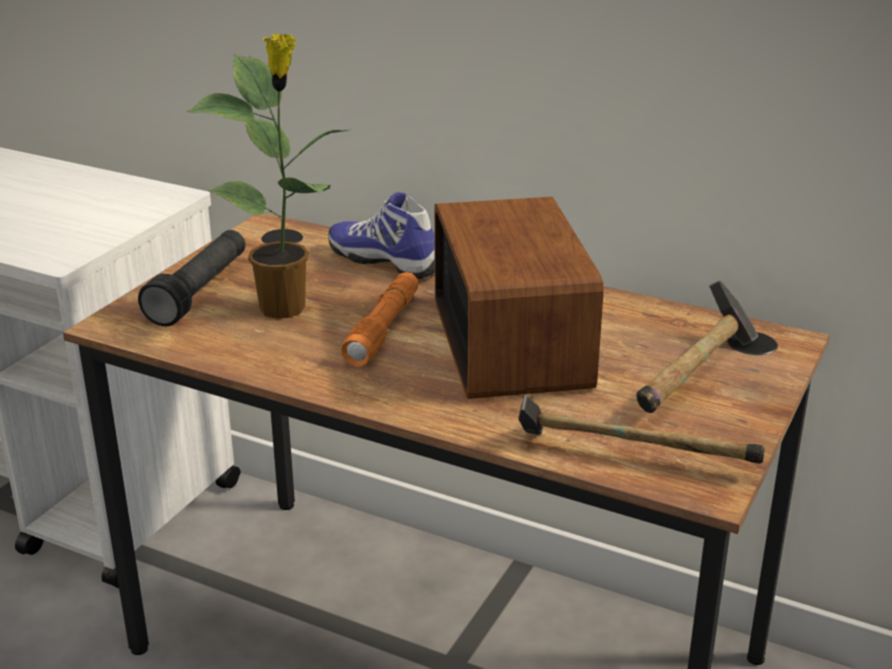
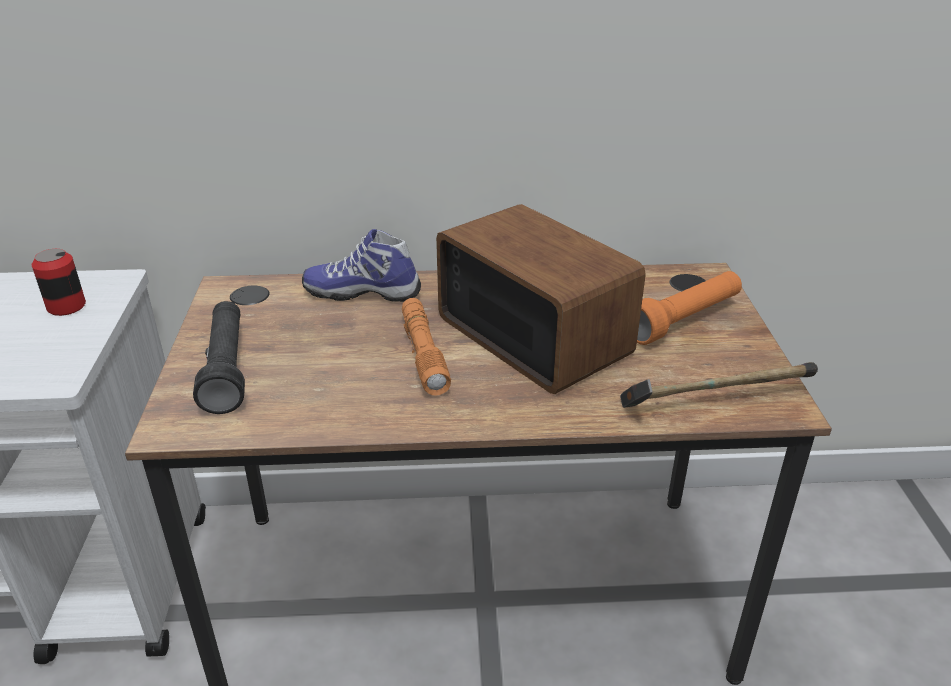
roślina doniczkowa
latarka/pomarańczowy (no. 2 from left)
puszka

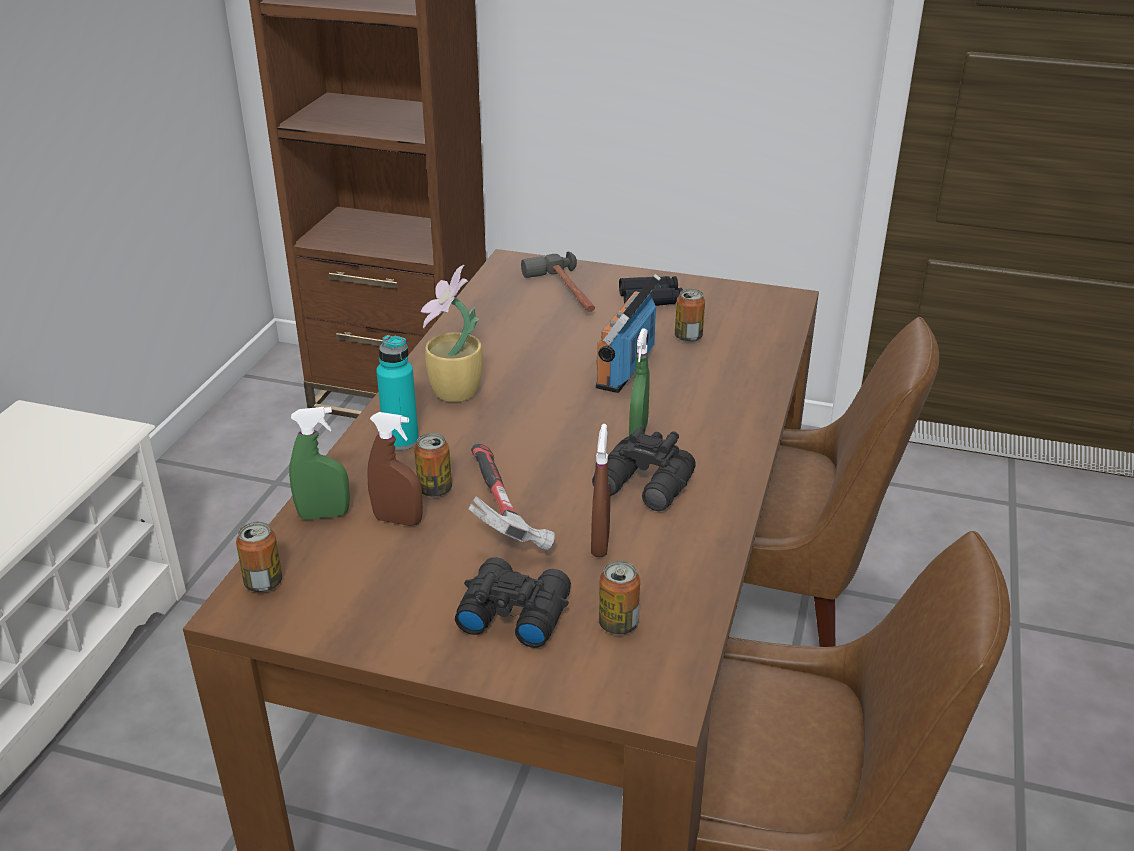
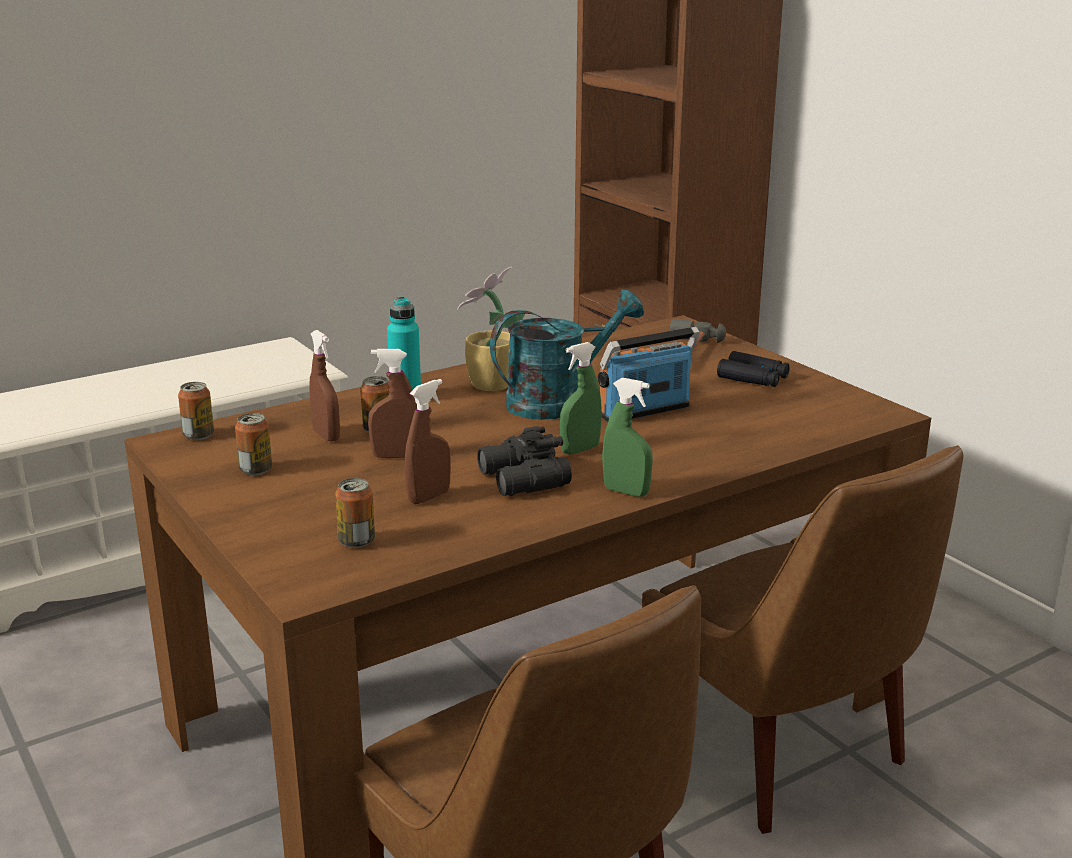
spryskiwacz/zielony (no. 2 from left)
lornetka/czarny (no. 1 from left in the first image)
spryskiwacz/brązowy (no. 2 from left)
puszka (no. 2 from left)
konewka/turkusowy

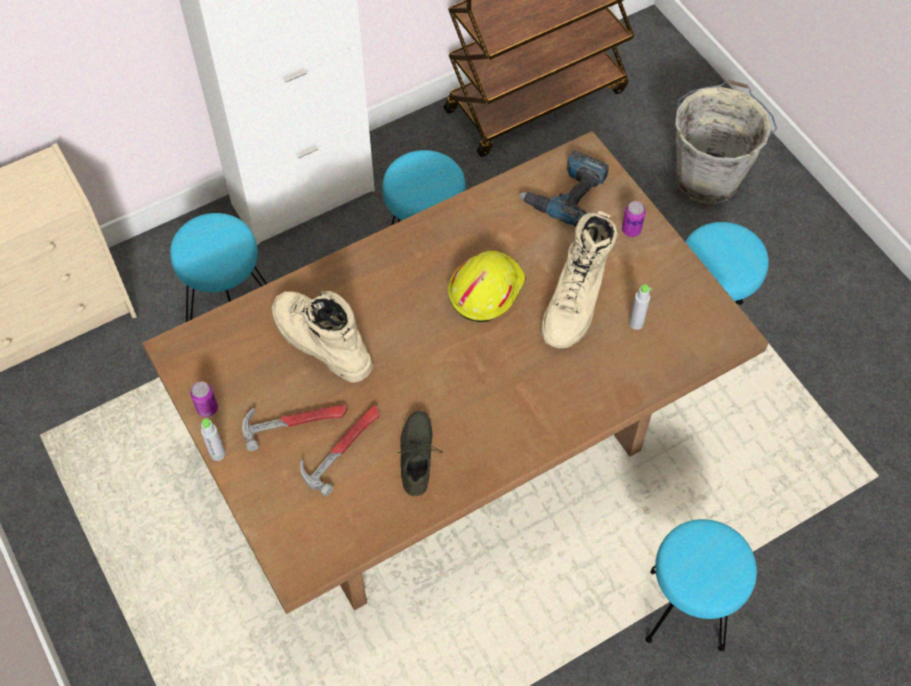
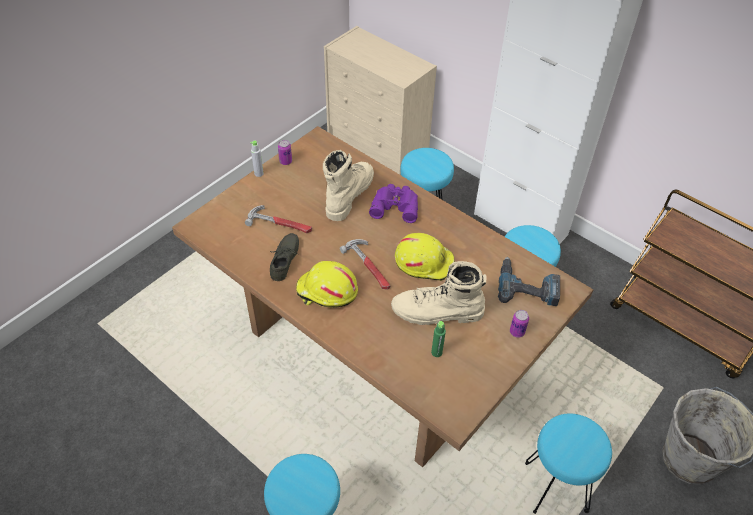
młotek (no. 2 from left)
but/szary
butelka/zielony
kask/żółty (no. 1 from left)
lornetka/fioletowy

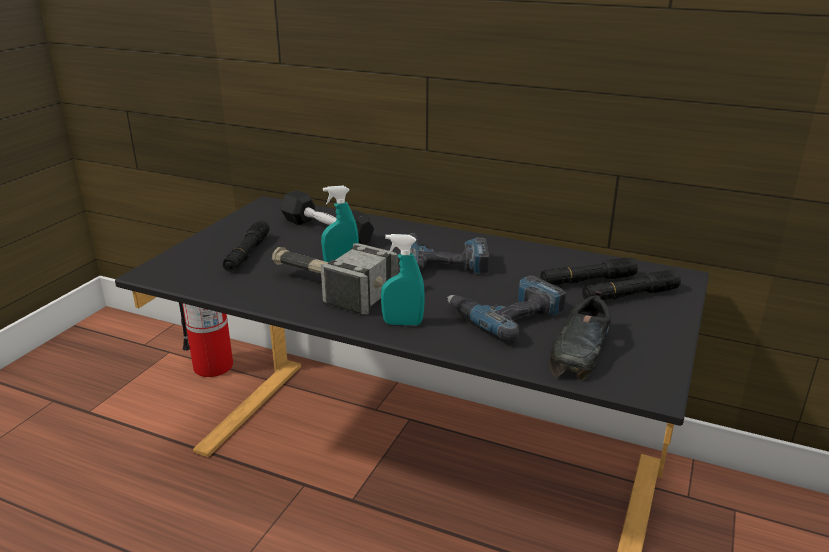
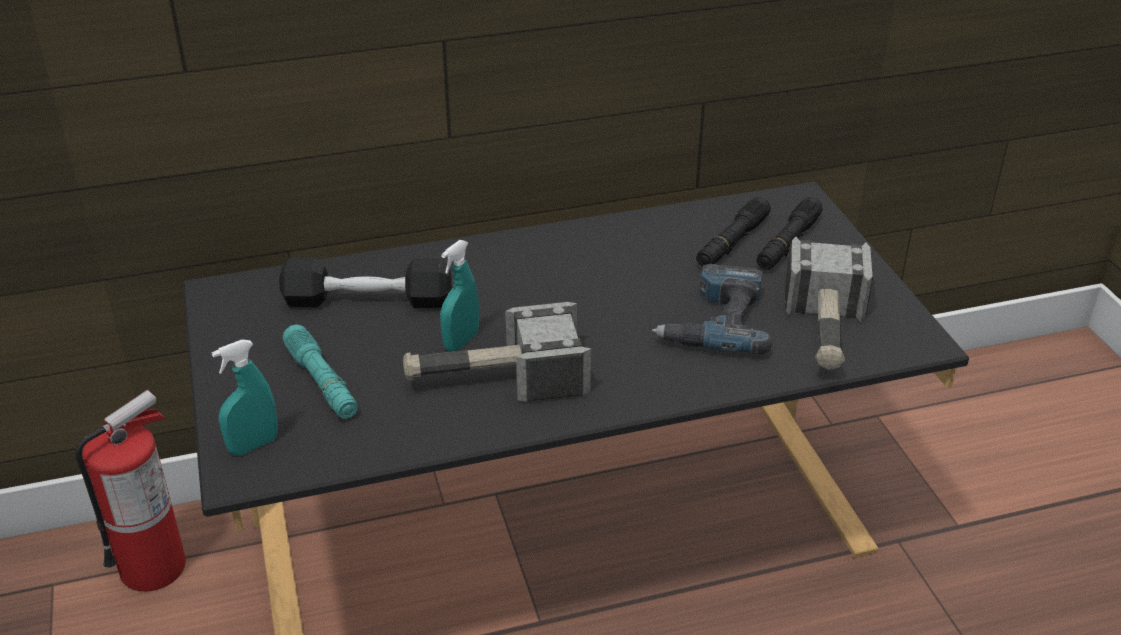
latarka/turkusowy
spryskiwacz/turkusowy (no. 1 from left)
wiertarka (no. 1 from left in the first image)
młotek (no. 2 from left)

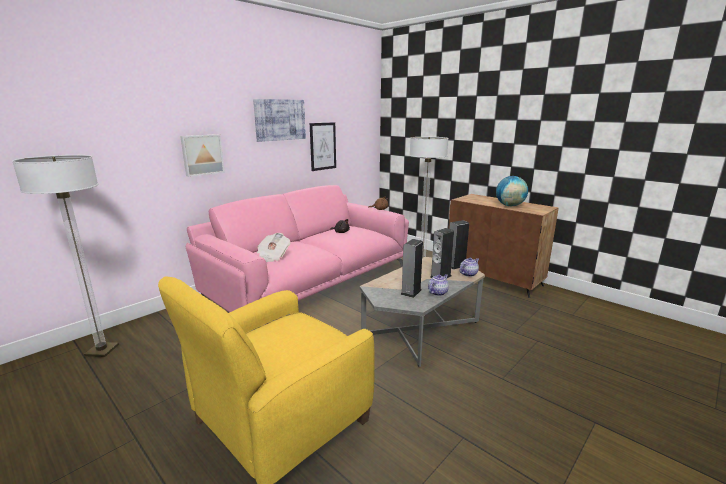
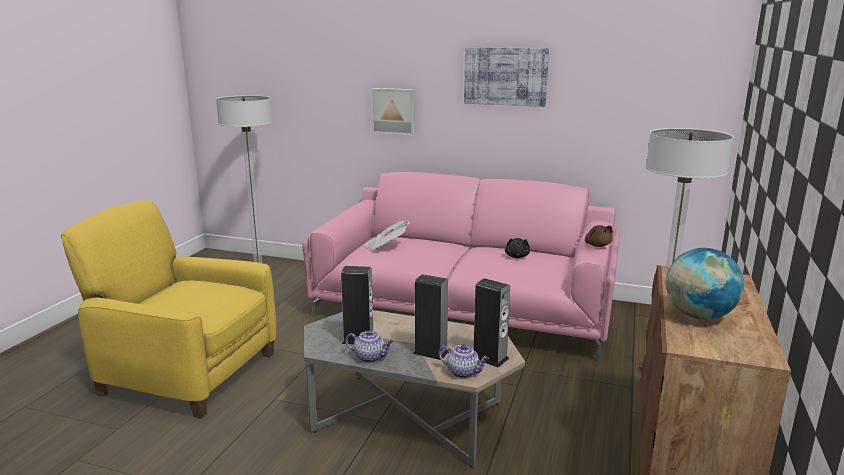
obraz (no. 3 from left in the first image)

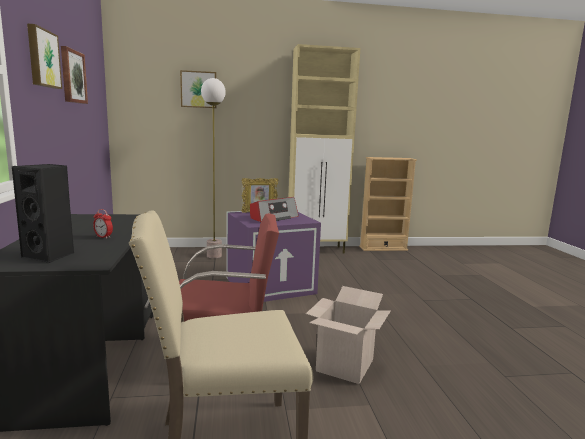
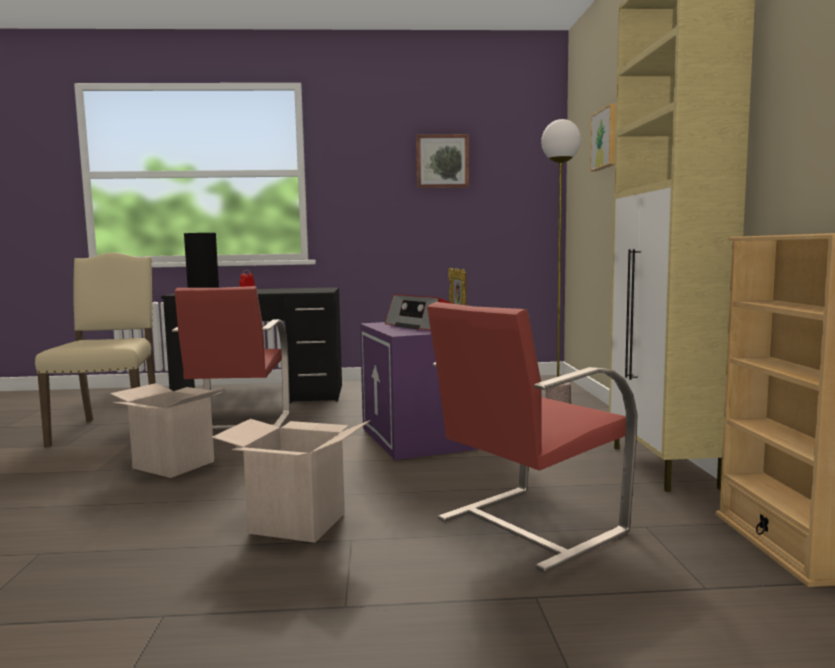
obraz (no. 1 from left in the first image)
karton (no. 2 from left)
krzesło/czerwony (no. 2 from left)

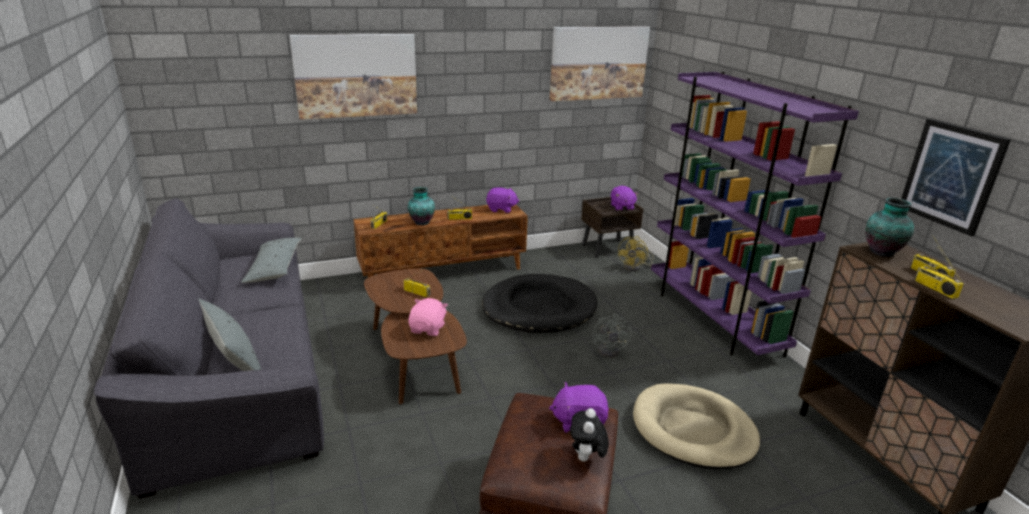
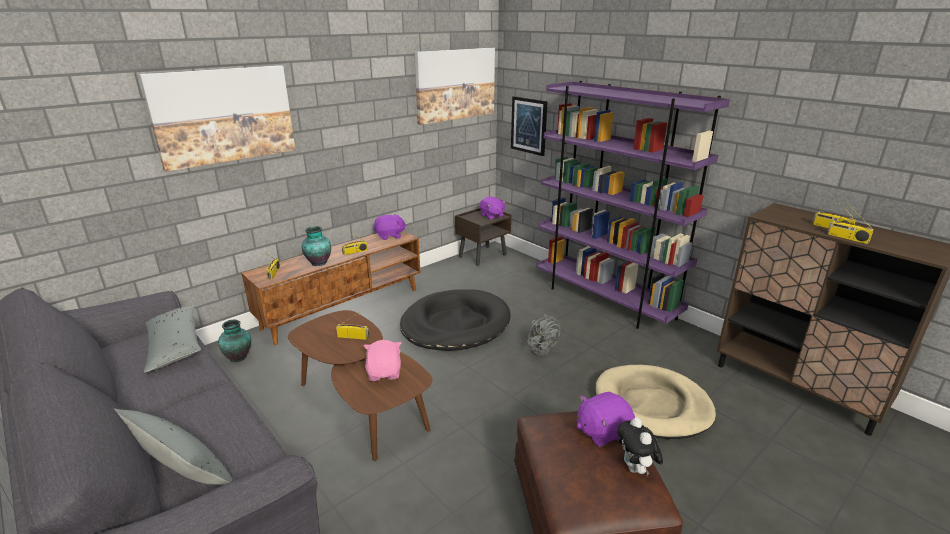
wentylator/żółty
wazon (no. 1 from left)
obraz (no. 3 from left)

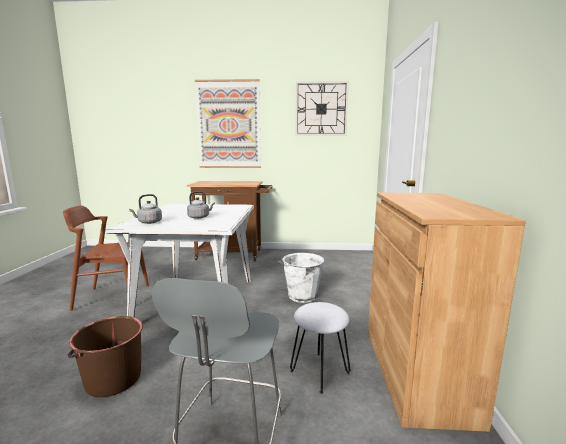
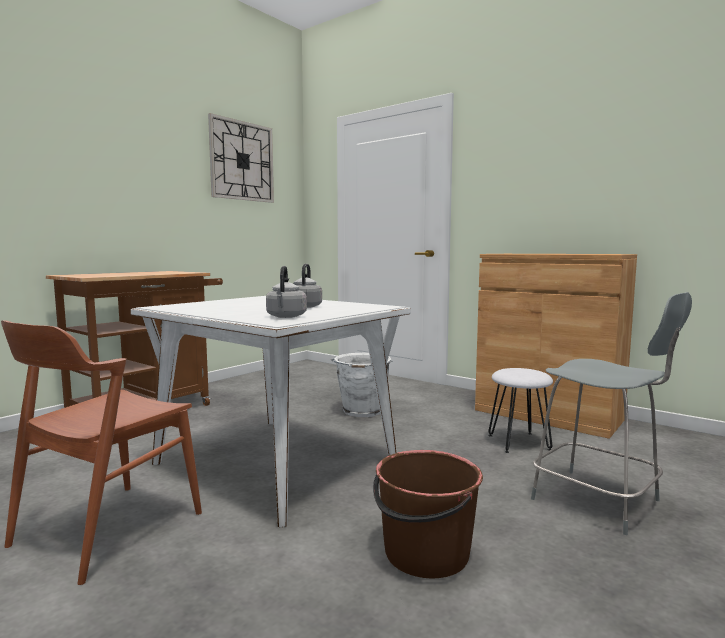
obraz

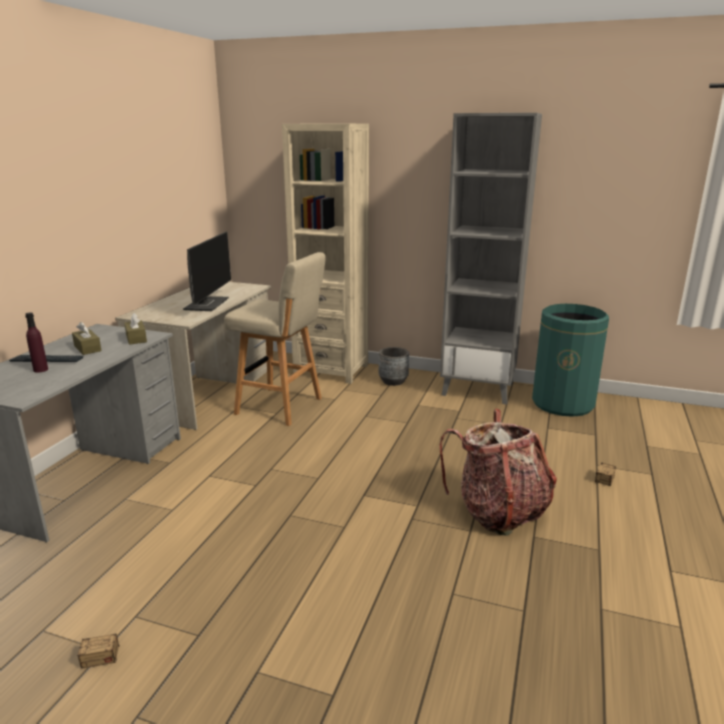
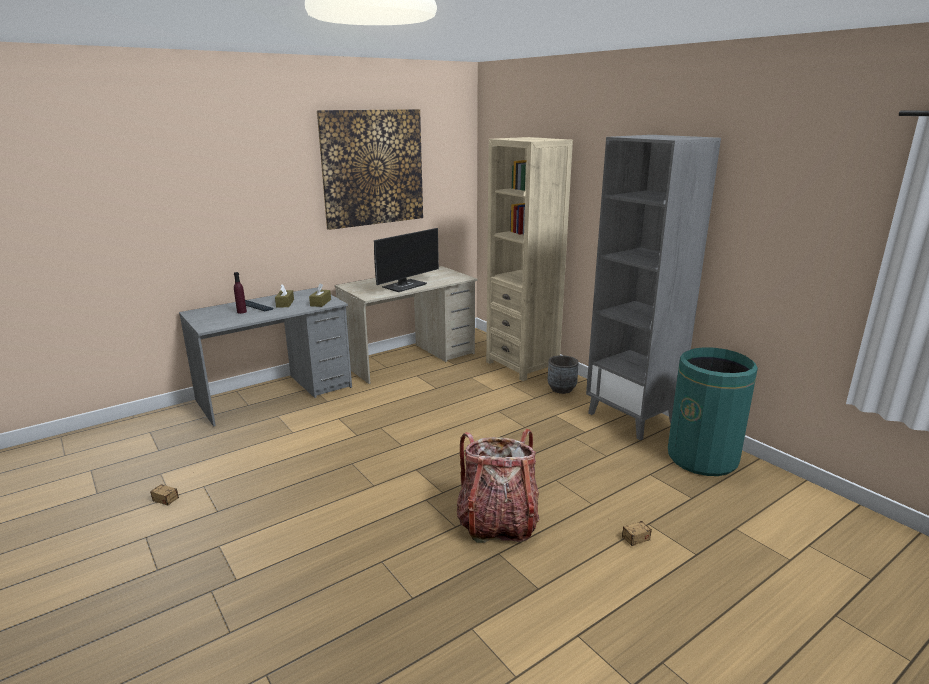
stołek/beżowy
obraz

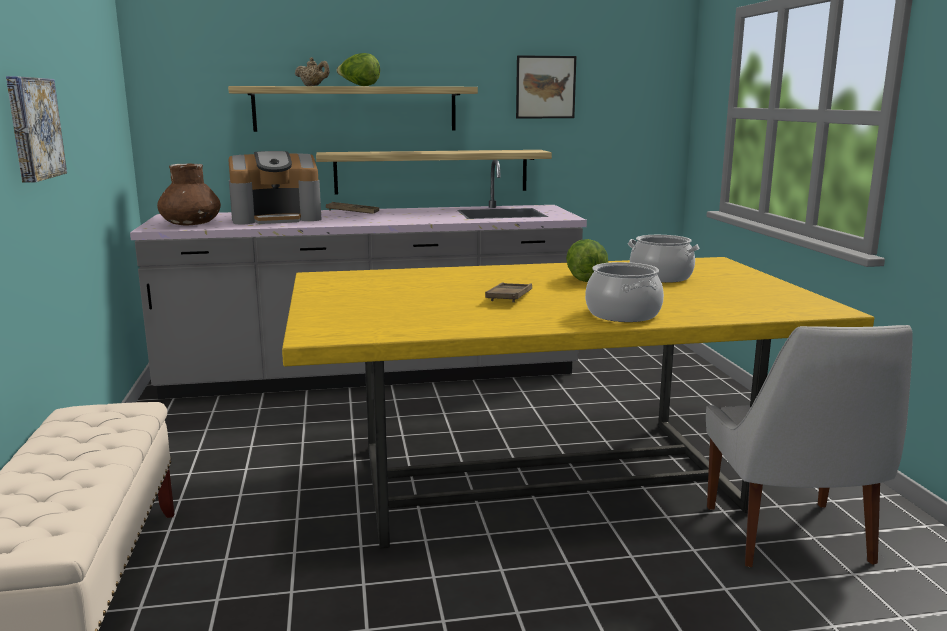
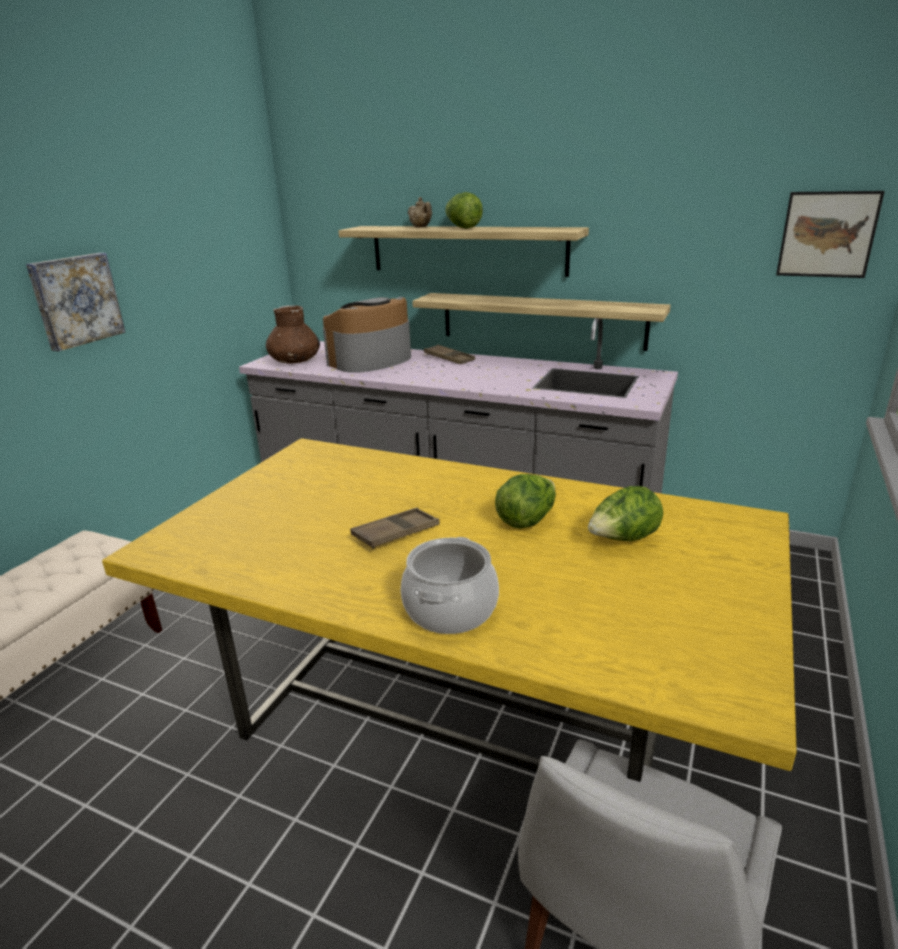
ekspres do kawy
obraz (no. 2 from left)
sałata (no. 3 from left)

